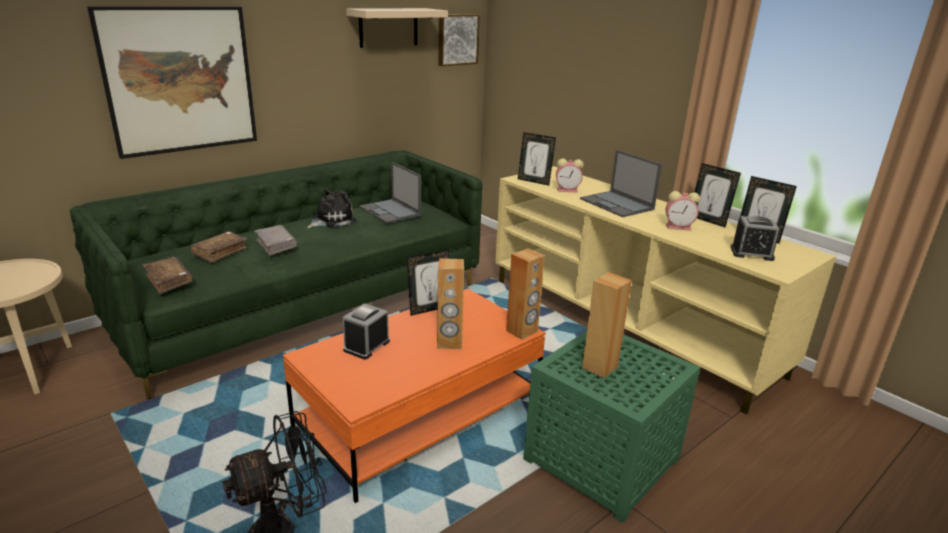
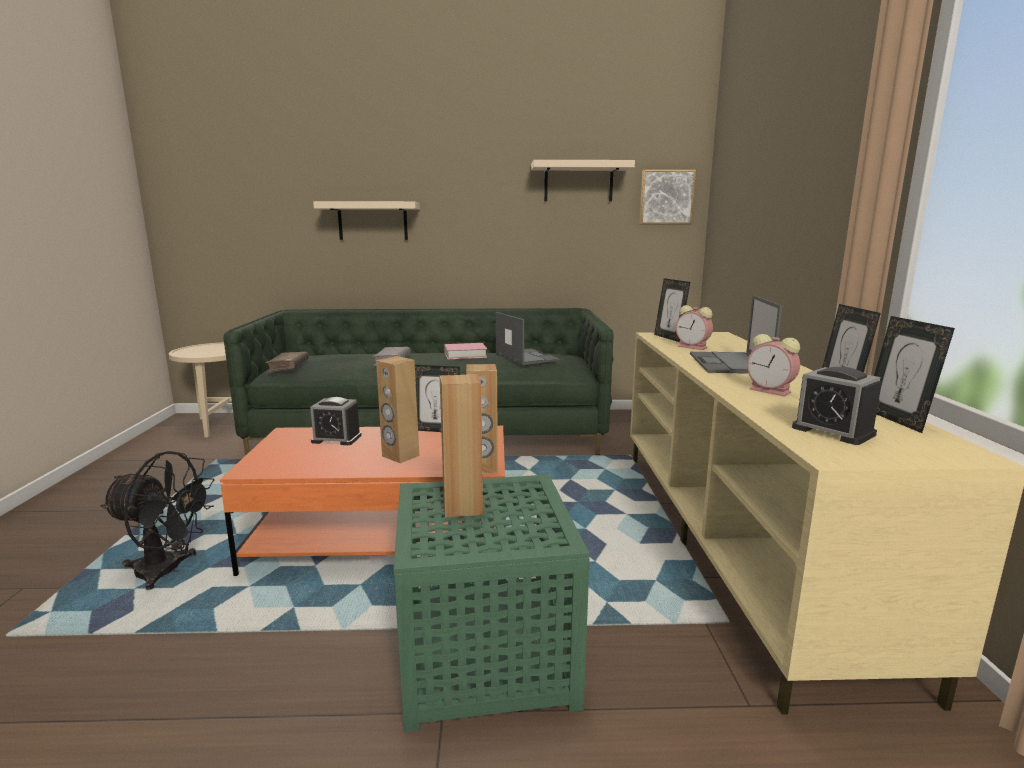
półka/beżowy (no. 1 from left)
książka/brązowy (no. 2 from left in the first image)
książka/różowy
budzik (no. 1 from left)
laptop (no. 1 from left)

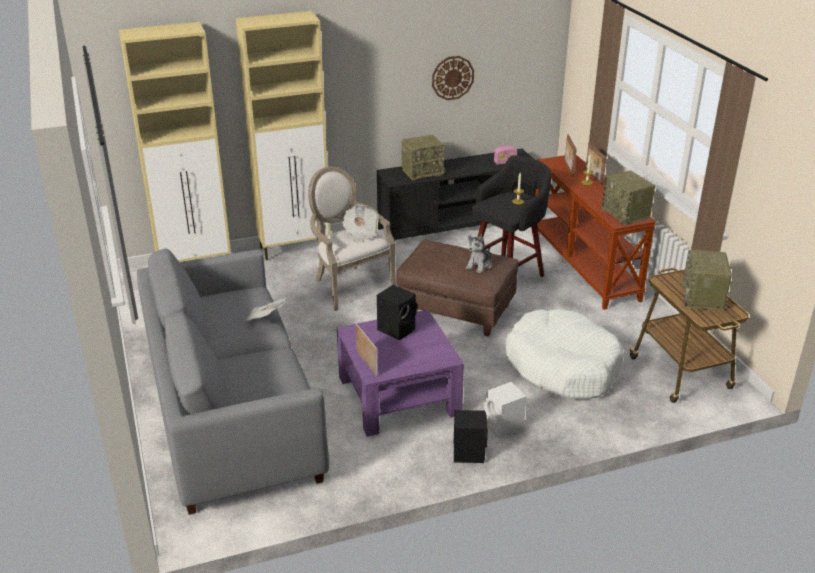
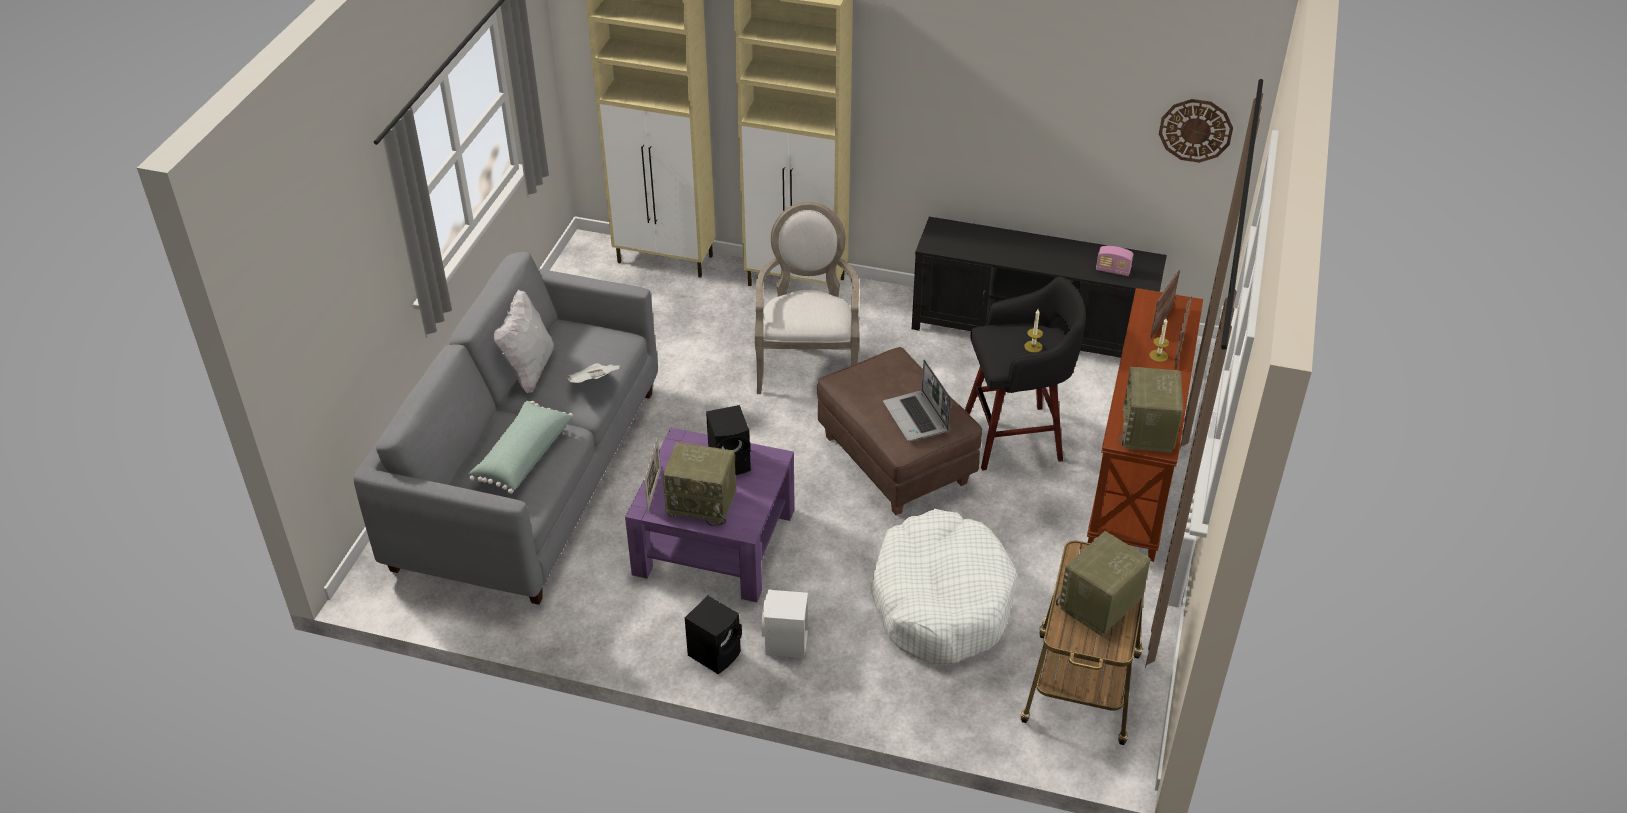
gazeta (no. 2 from left in the first image)
radio (no. 1 from left)
zegar ścienny
laptop
poduszka/zielony
poduszka/biały

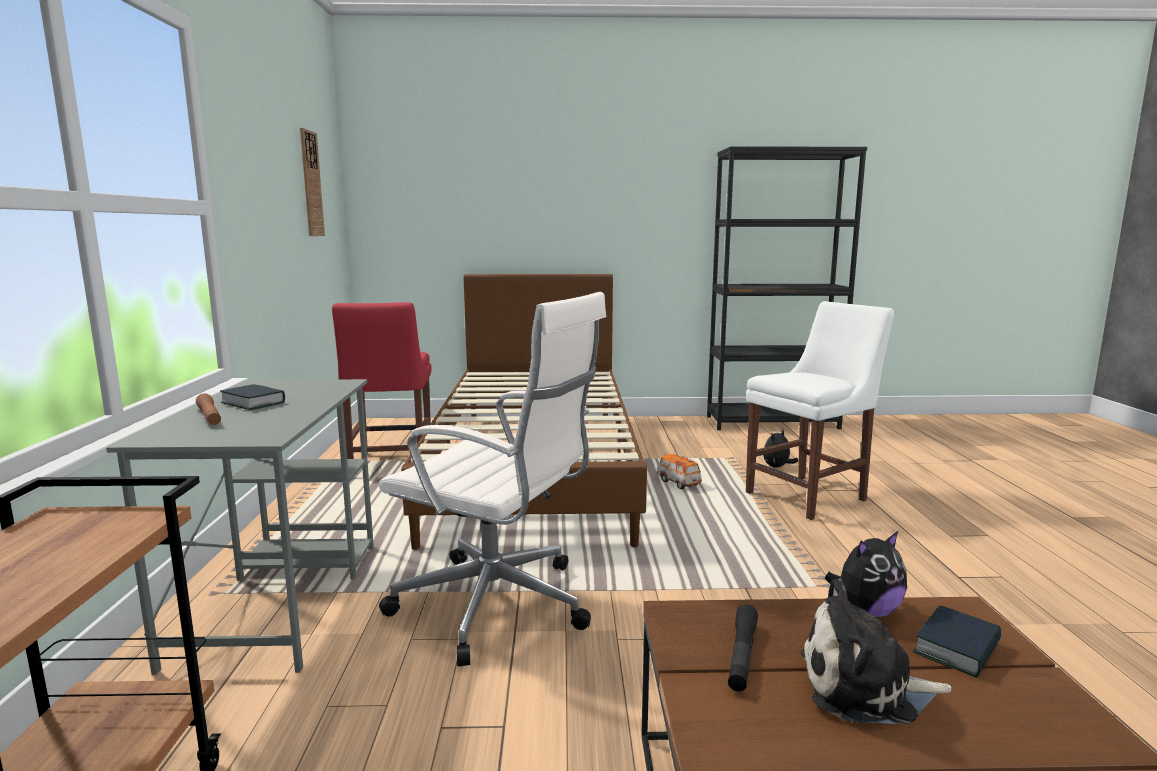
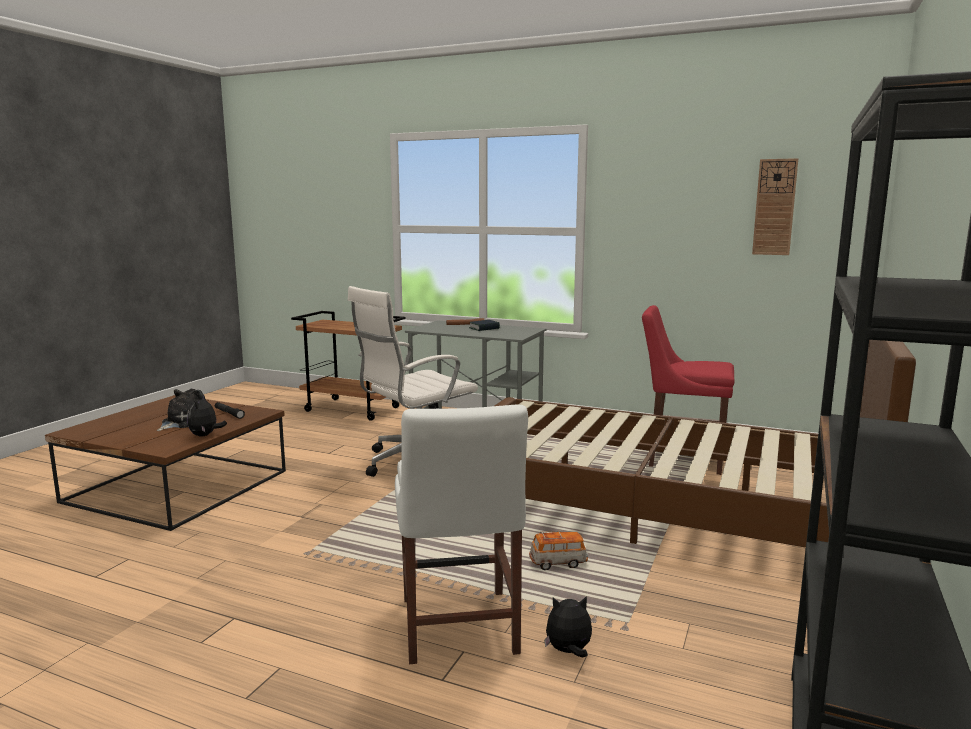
pluszak (no. 3 from left)
książka (no. 2 from left in the first image)

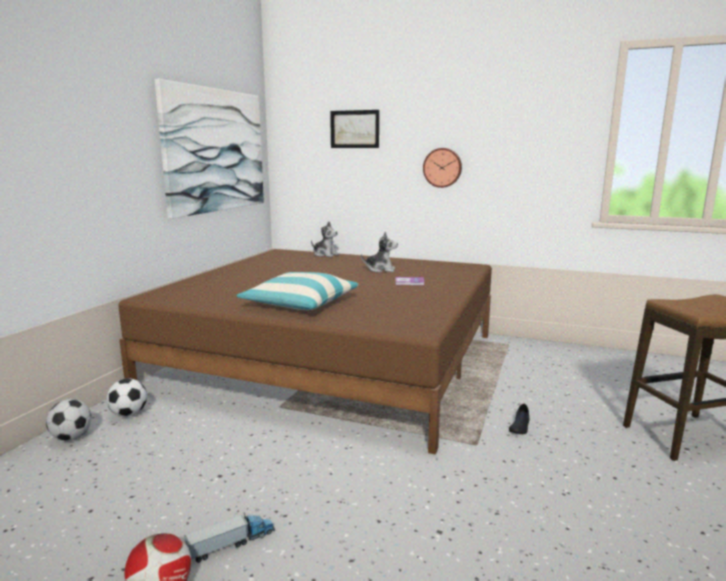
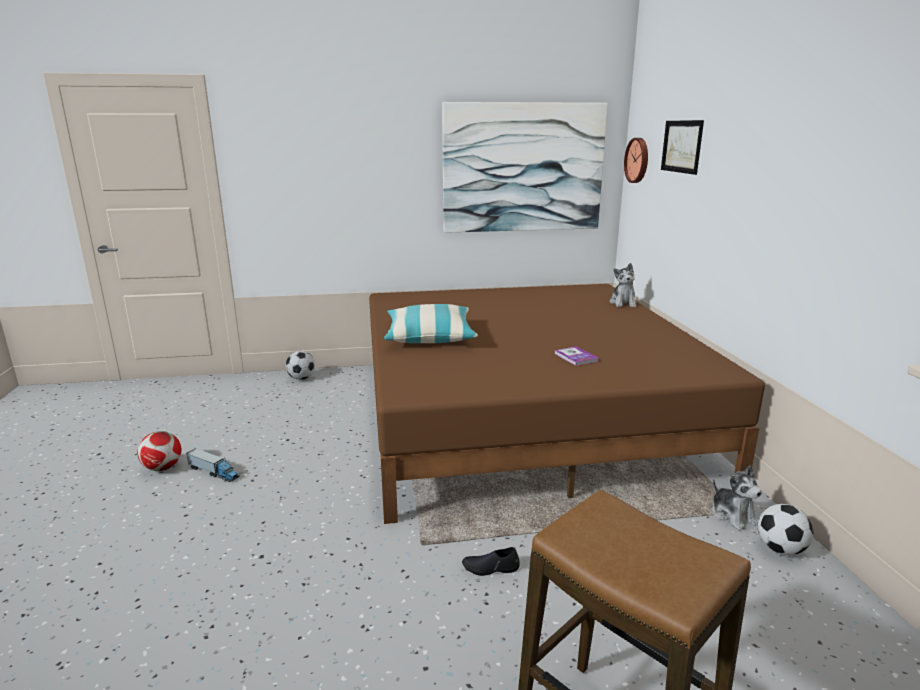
piłka futbolowa (no. 3 from left)
pluszak (no. 2 from left)
zegar ścienny

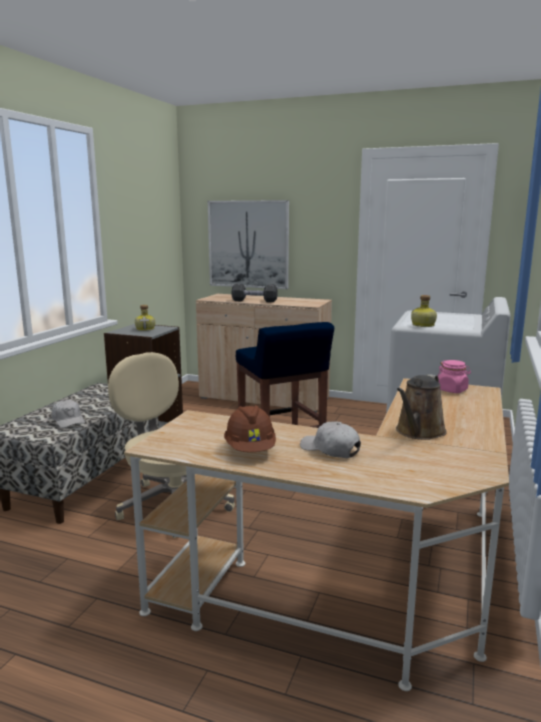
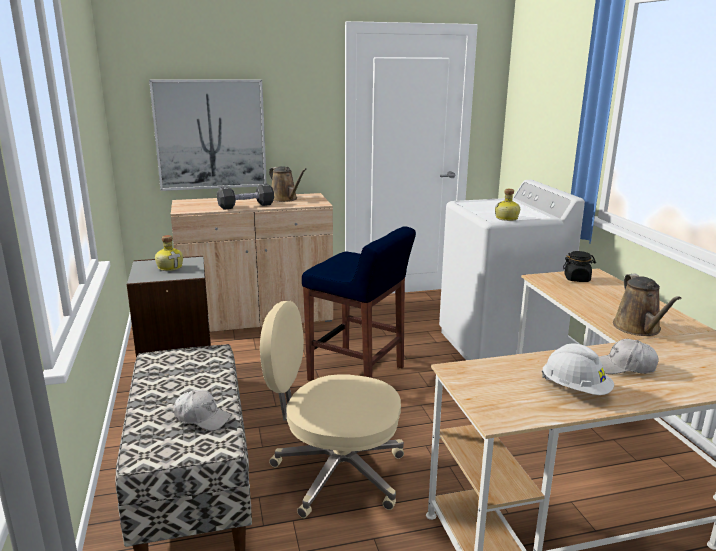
kask/biały
słoik/czarny
konewka/brązowy (no. 1 from left)

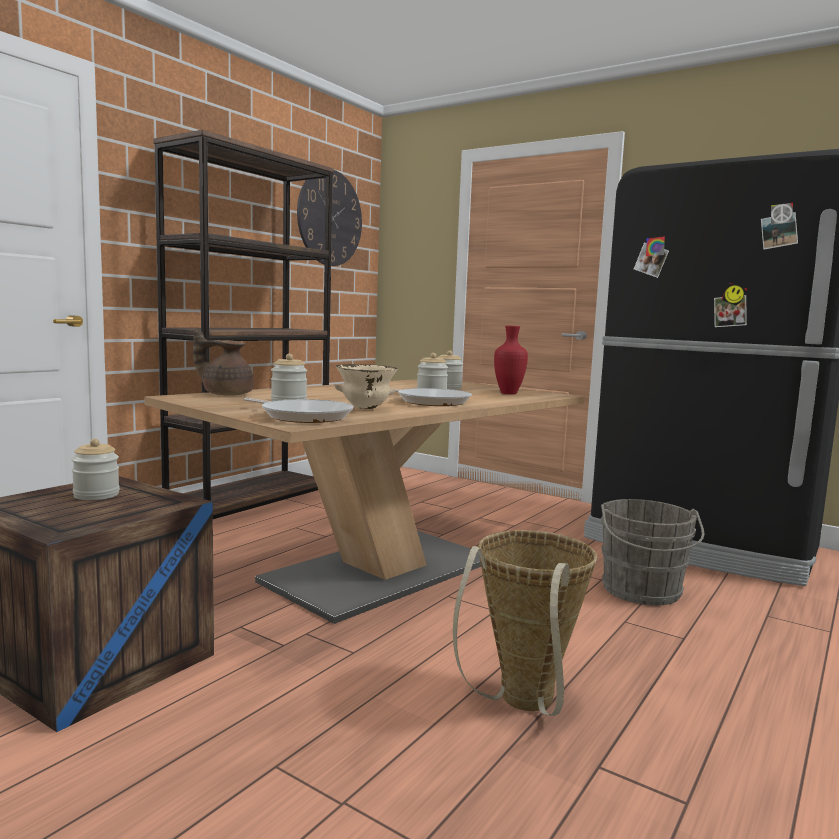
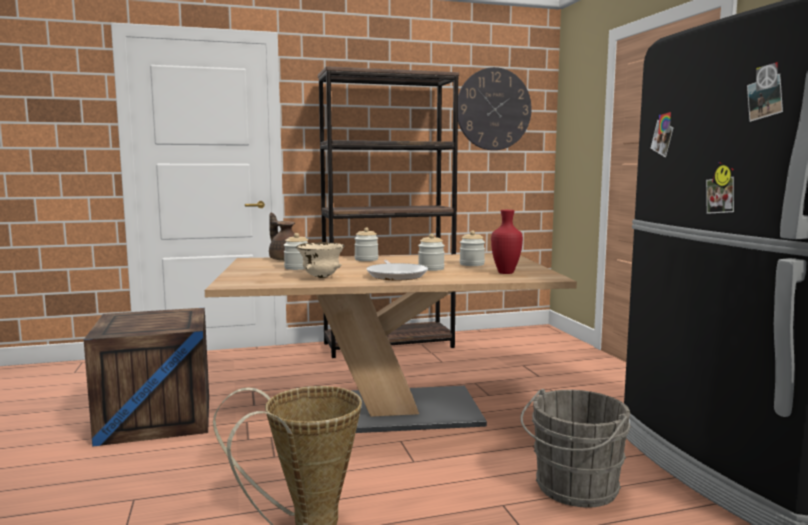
słoik (no. 2 from left)
patelnia (no. 1 from left in the first image)

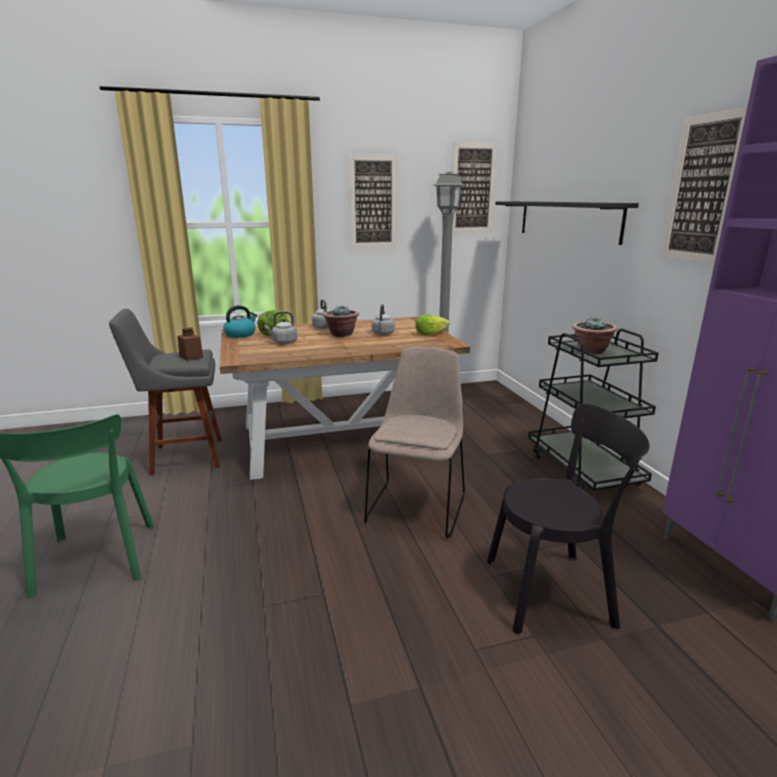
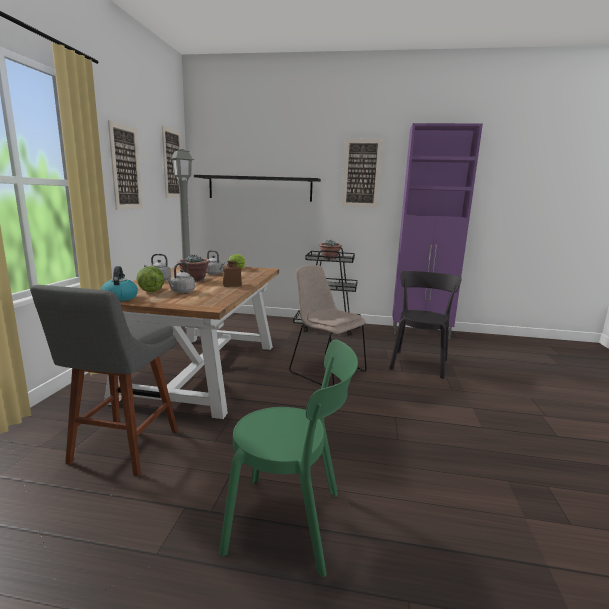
słoik/brązowy

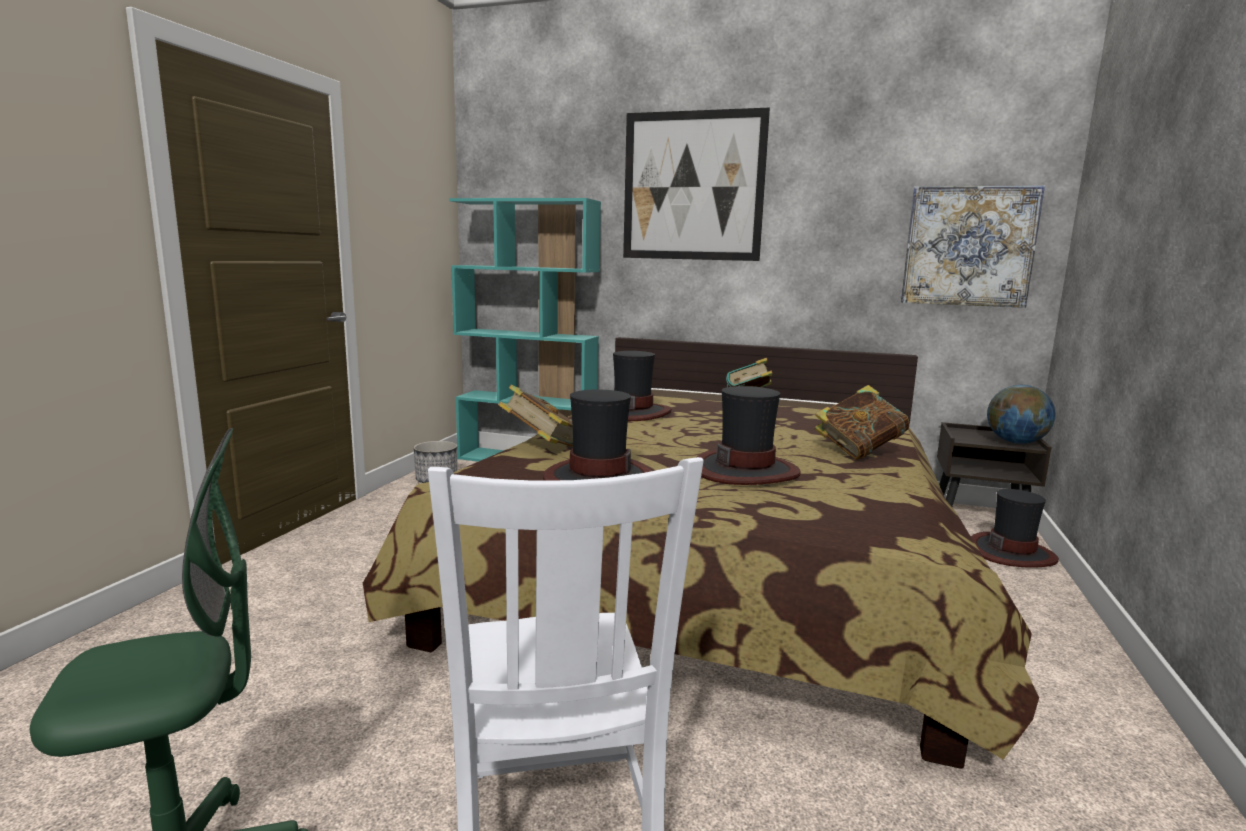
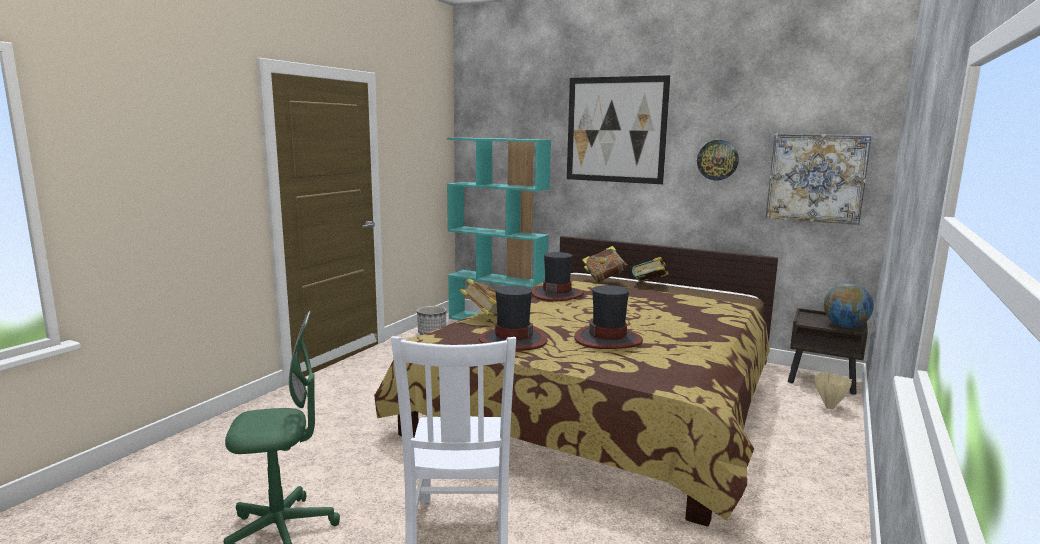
książka (no. 2 from left)
wazon/beżowy
zegar ścienny

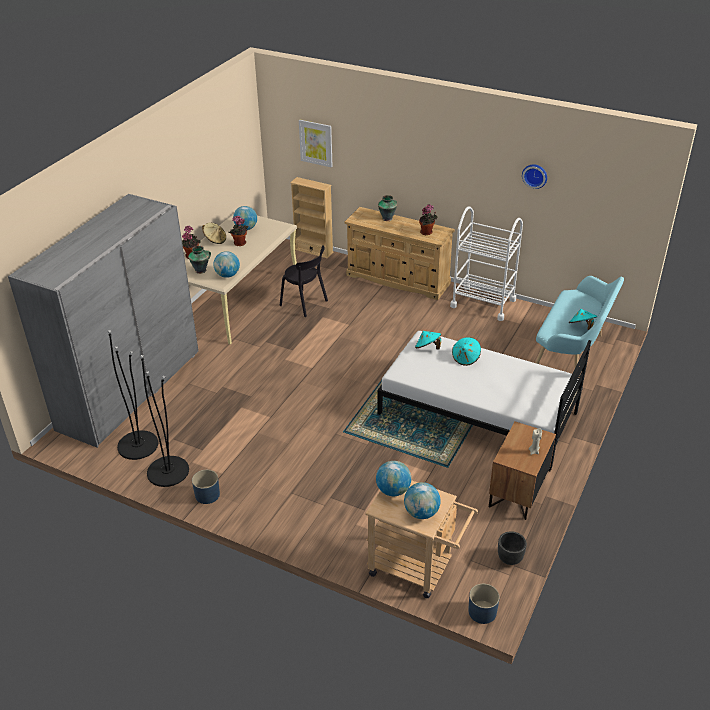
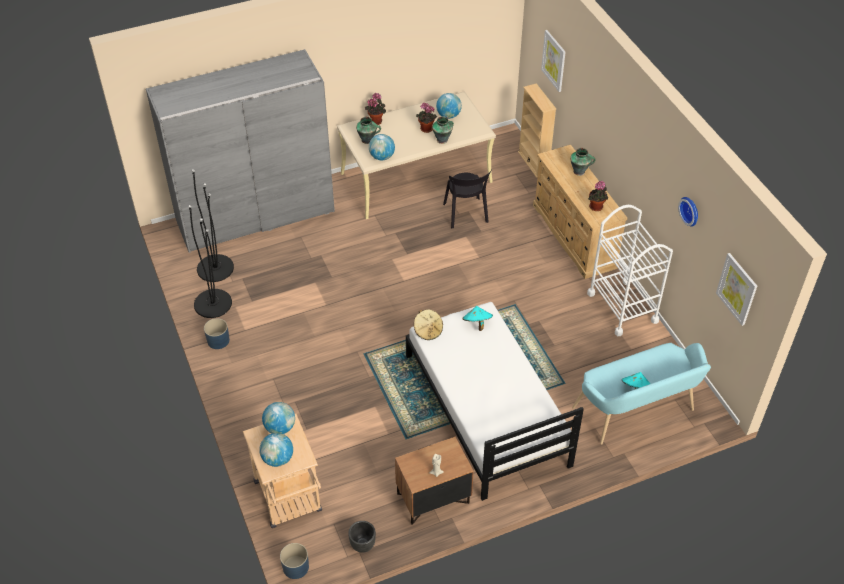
kapelusz/beżowy
kapelusz/turkusowy (no. 2 from left in the first image)
wazon (no. 2 from left)
obraz (no. 2 from left)

